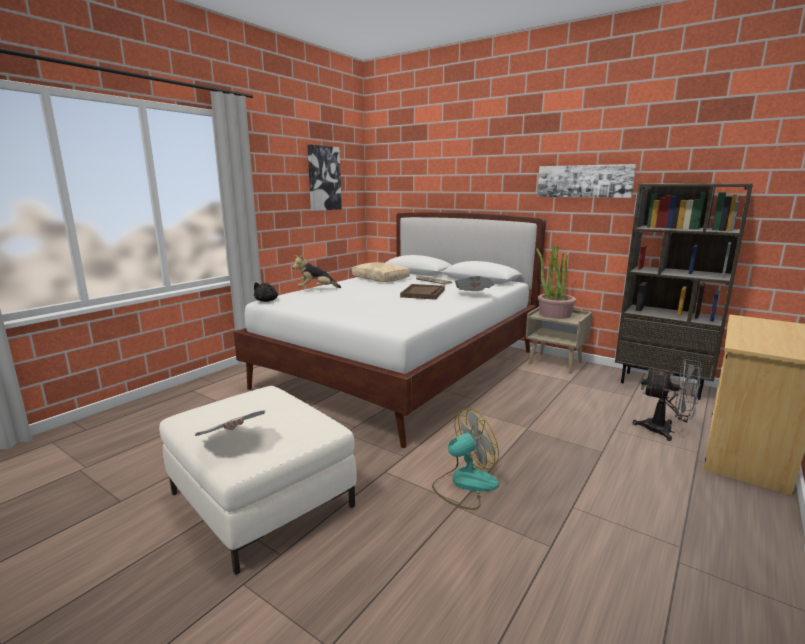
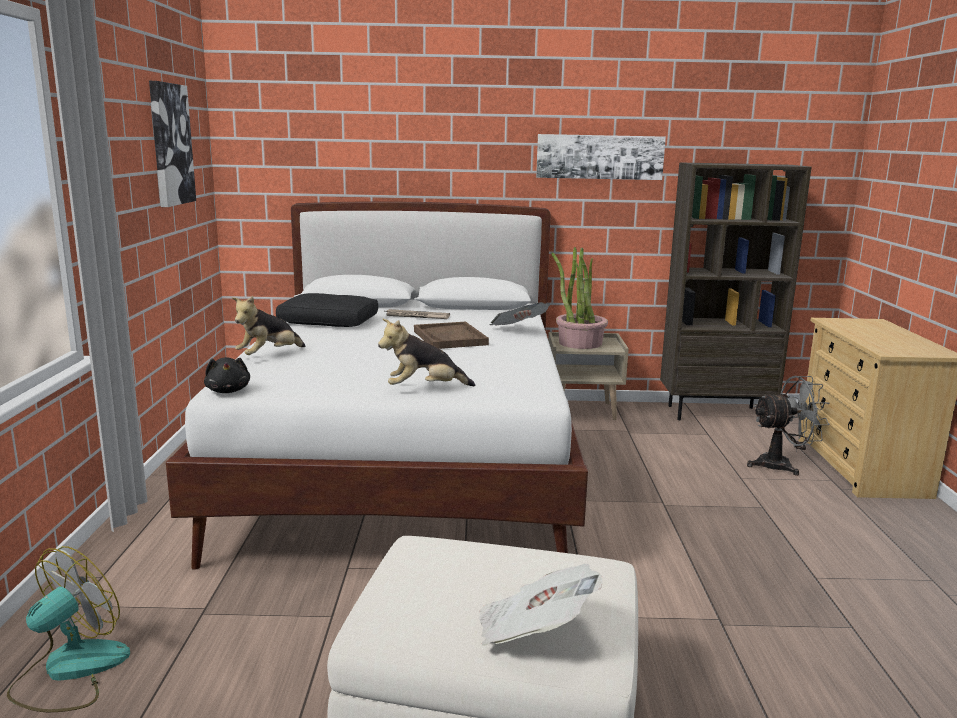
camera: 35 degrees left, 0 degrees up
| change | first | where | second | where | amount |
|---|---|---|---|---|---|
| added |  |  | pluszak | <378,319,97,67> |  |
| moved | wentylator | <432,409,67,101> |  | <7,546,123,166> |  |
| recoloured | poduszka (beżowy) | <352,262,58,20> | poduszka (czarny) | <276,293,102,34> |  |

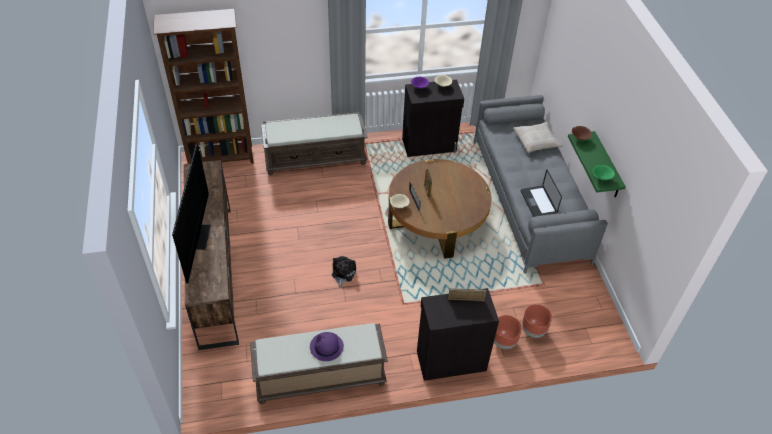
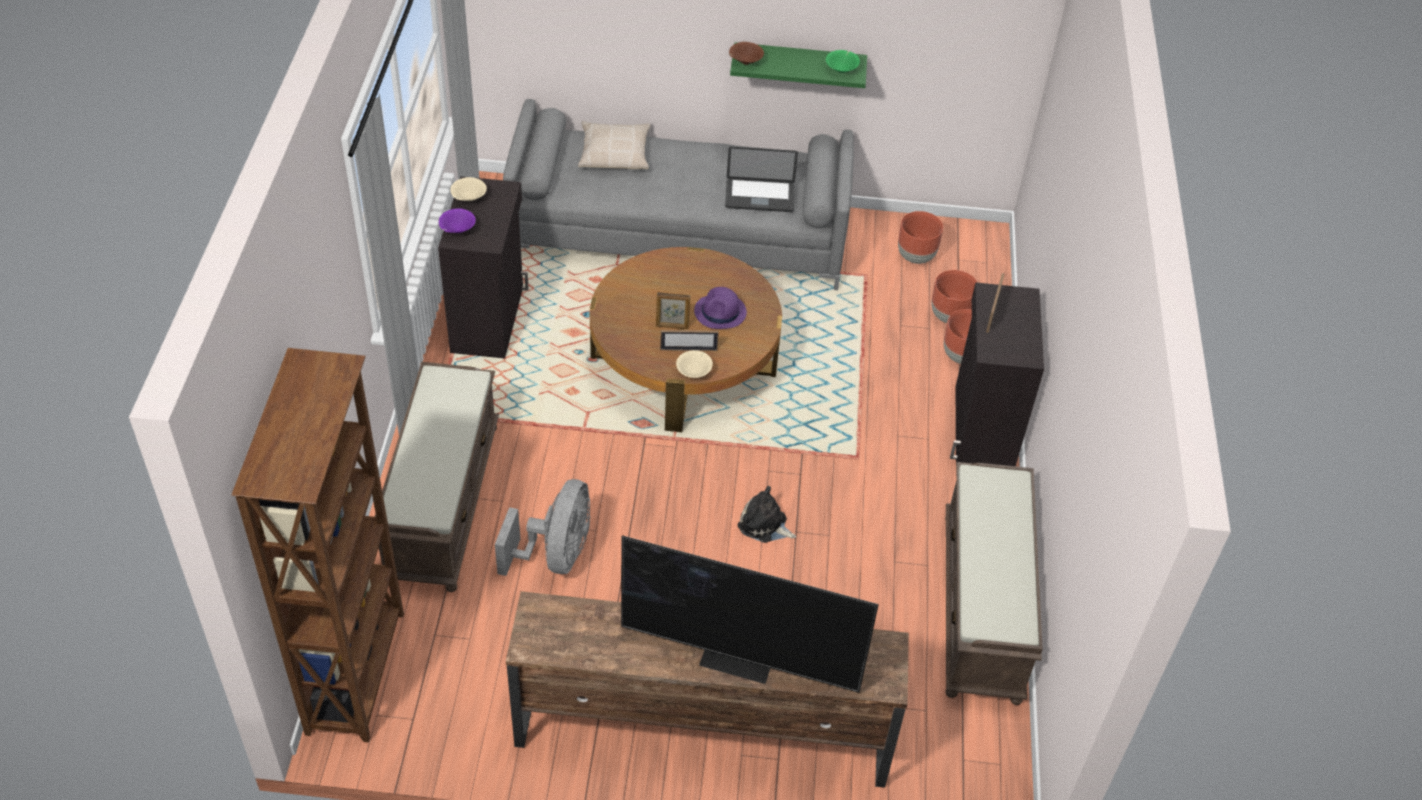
camera: 75 degrees left, 0 degrees up
| change | first | where | second | where | amount |
|---|---|---|---|---|---|
| added |  |  | wentylator (szary) | <495,479,95,97> |  |
| added |  |  | donica (brązowy) | <898,211,45,53> |  |
| moved | kapelusz (fioletowy) | <310,332,34,29> |  | <694,287,53,42> |  |

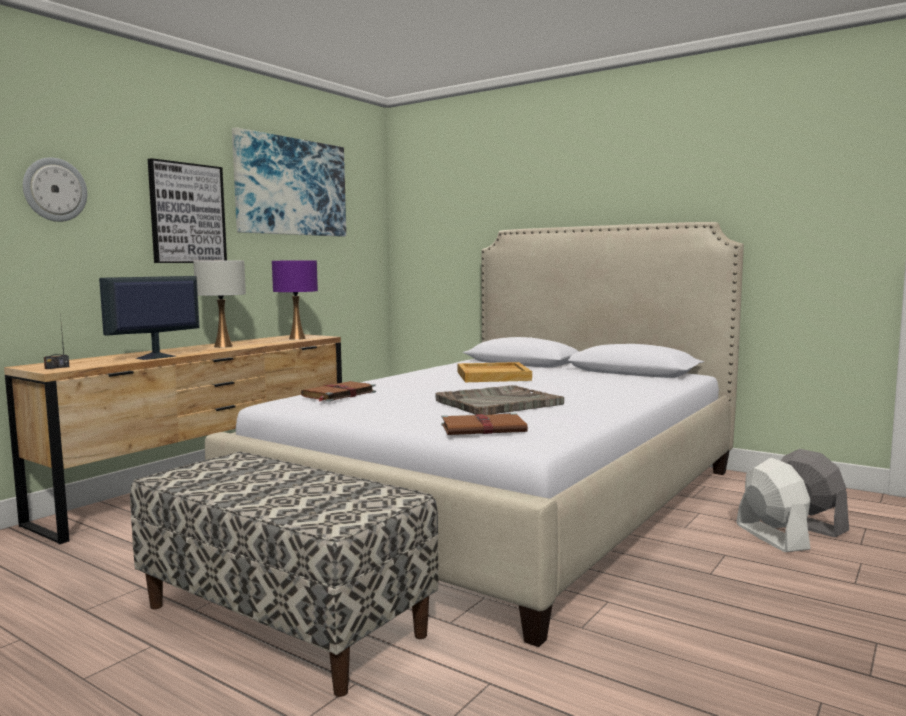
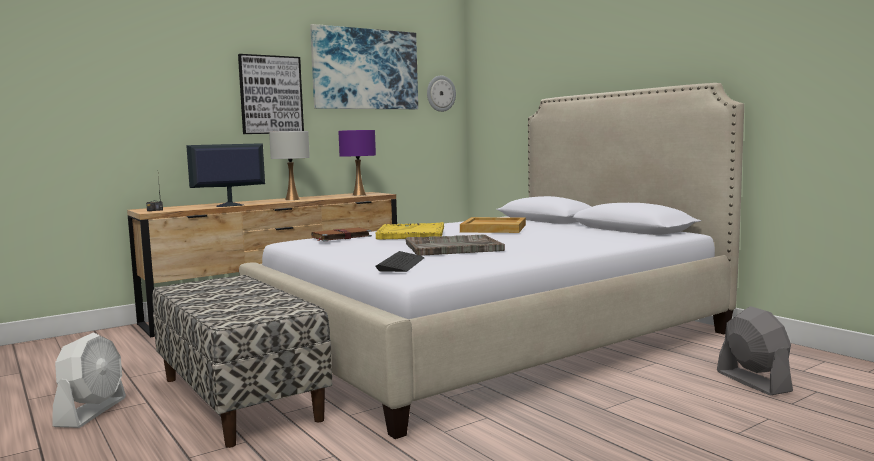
camera: 20 degrees right, 0 degrees up
| change | first | where | second | where | amount |
|---|---|---|---|---|---|
| added |  |  | taca (żółty) | <376,222,68,17> |  |
| moved | zegar ścienny | <23,157,64,65> |  | <427,76,29,36> |  |
| moved | wentylator (biały) | <736,458,75,94> |  | <52,332,74,96> |  |
| replaced | książka (brązowy) | <441,413,87,22> | klawiatura | <375,251,49,21> |  |

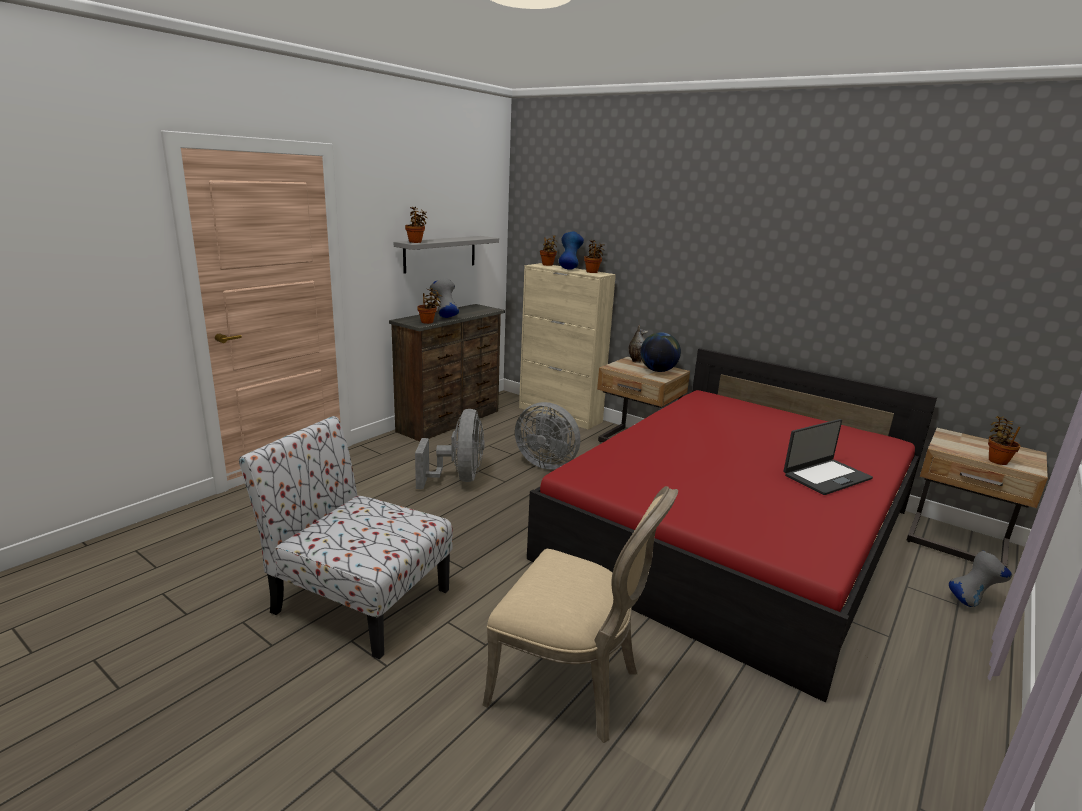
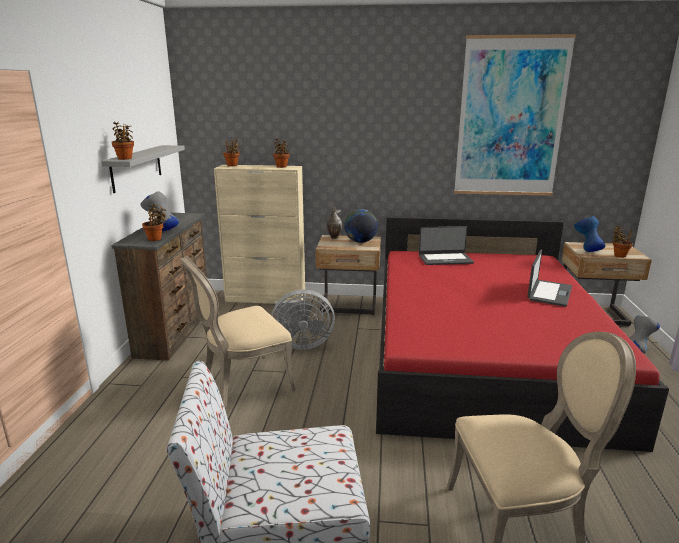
camera: 30 degrees left, 0 degrees up
| change | first | where | second | where | amount |
|---|---|---|---|---|---|
| added |  |  | laptop | <419,226,55,39> |  |
| added |  |  | obraz | <454,34,122,162> |  |
| moved | wazon (niebieski) | <559,231,25,39> |  | <574,216,31,36> |  |
| replaced | wentylator (szary) | <415,409,70,80> | krzesło (beżowy) | <180,256,115,151> |  |

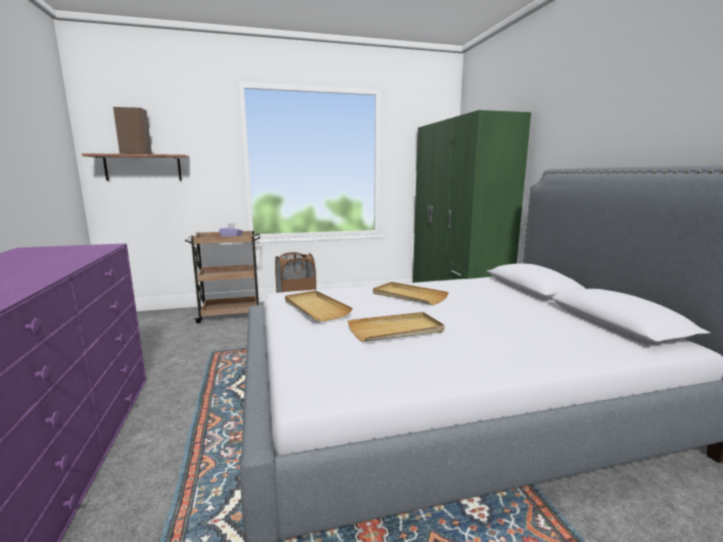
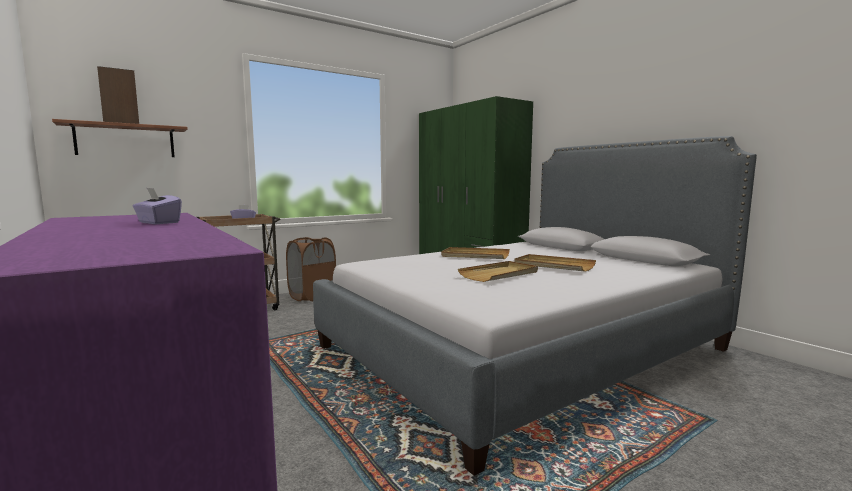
camera: 20 degrees left, 5 degrees down
| change | first | where | second | where | amount |
|---|---|---|---|---|---|
| added |  |  | pudełko chusteczek (fioletowy) | <133,187,49,38> |  |
| moved | taca (beżowy) | <285,291,68,30> |  | <514,254,82,18> |  |

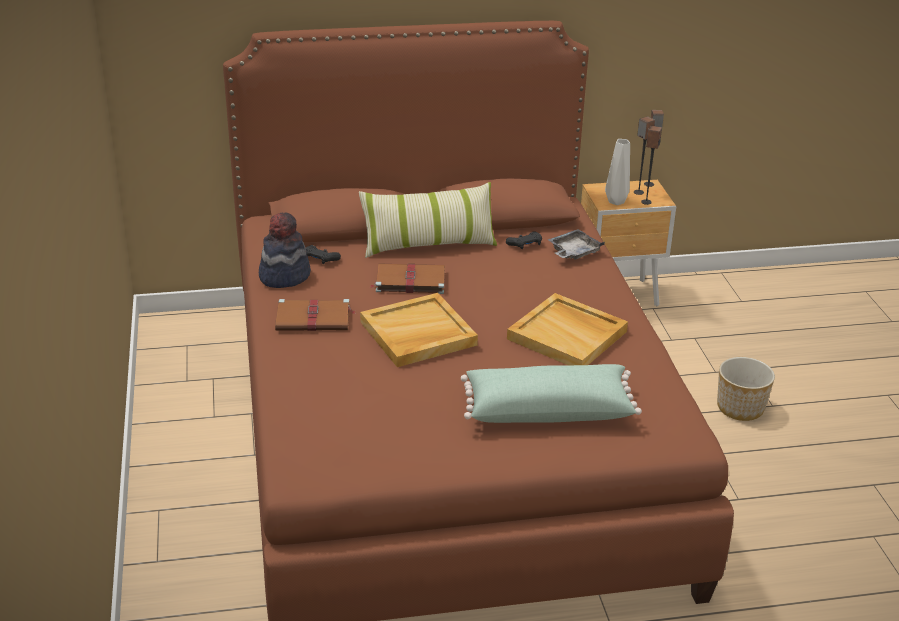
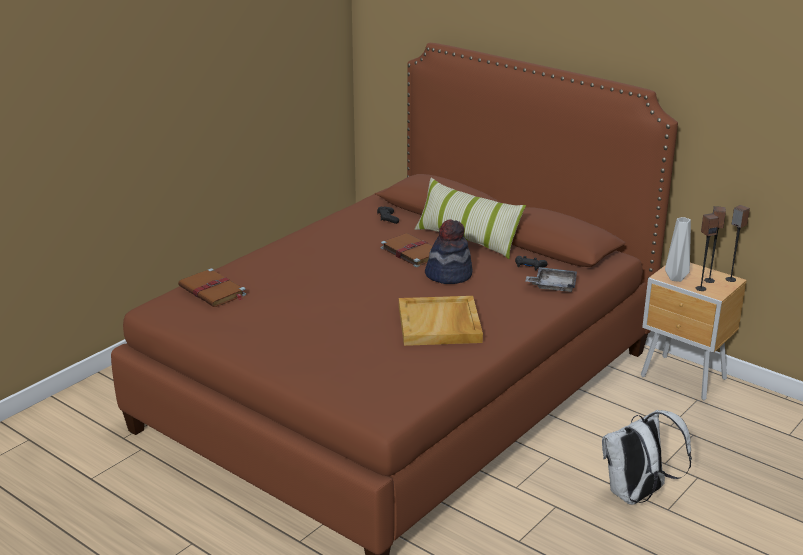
camera: 50 degrees right, 5 degrees down
| change | first | where | second | where | amount |
|---|---|---|---|---|---|
| removed | taca (beżowy) | <360,293,118,74> |  |  |  |
| removed | poduszka (zielony) | <461,364,181,59> |  |  |  |
| moved | kapelusz | <259,212,52,76> |  | <425,219,48,65> |  |
| moved | książka (brązowy) | <275,299,80,32> |  | <178,268,68,39> |  |
| replaced | donica | <717,357,58,64> | plecak (biały) | <602,410,90,95> |  |

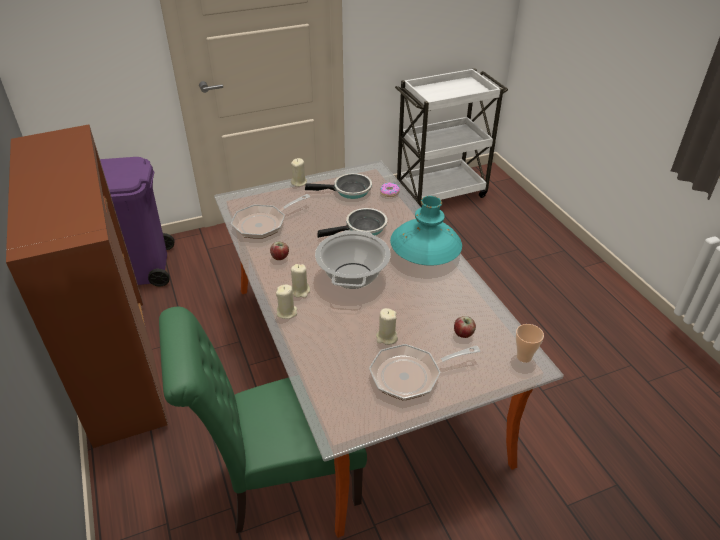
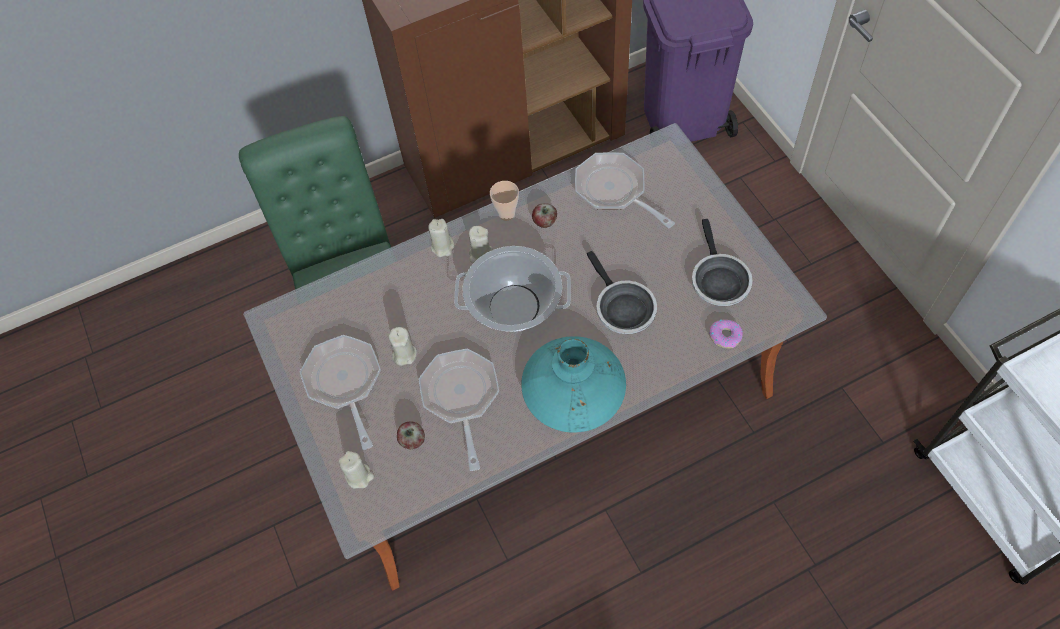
camera: 90 degrees right, 20 degrees up
| change | first | where | second | where | amount |
|---|---|---|---|---|---|
| added |  |  | patelnia | <419,348,80,123> |  |
| moved | świeca (beżowy) | <291,158,16,29> |  | <338,451,36,37> |  |
| moved | filiżanka | <516,324,28,39> |  | <490,181,29,40> |  |

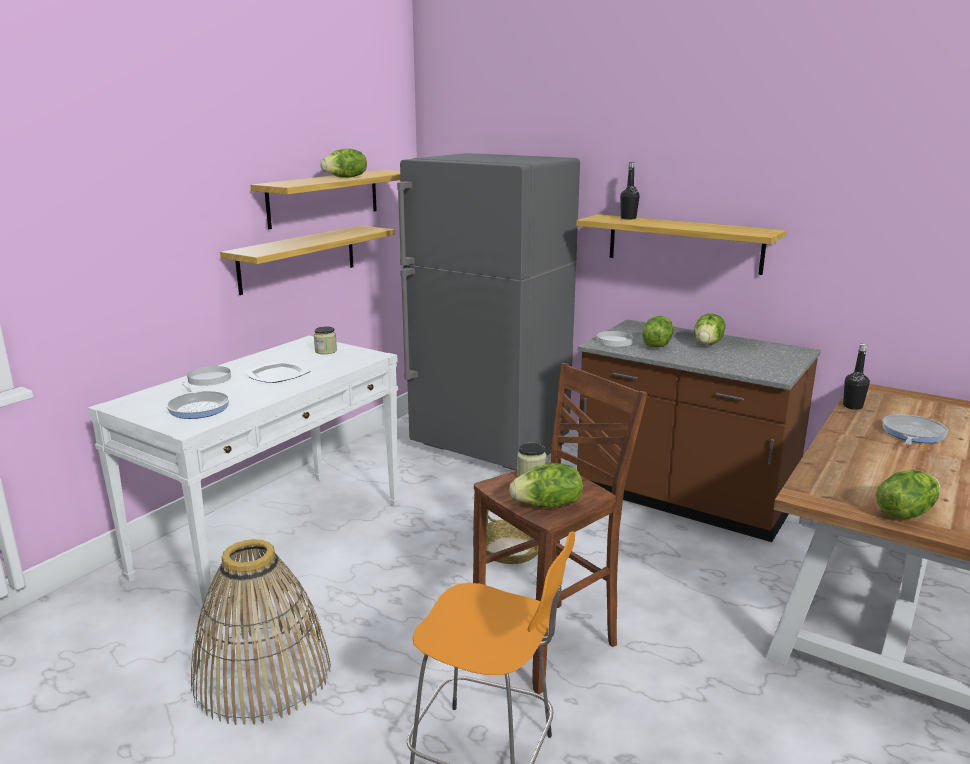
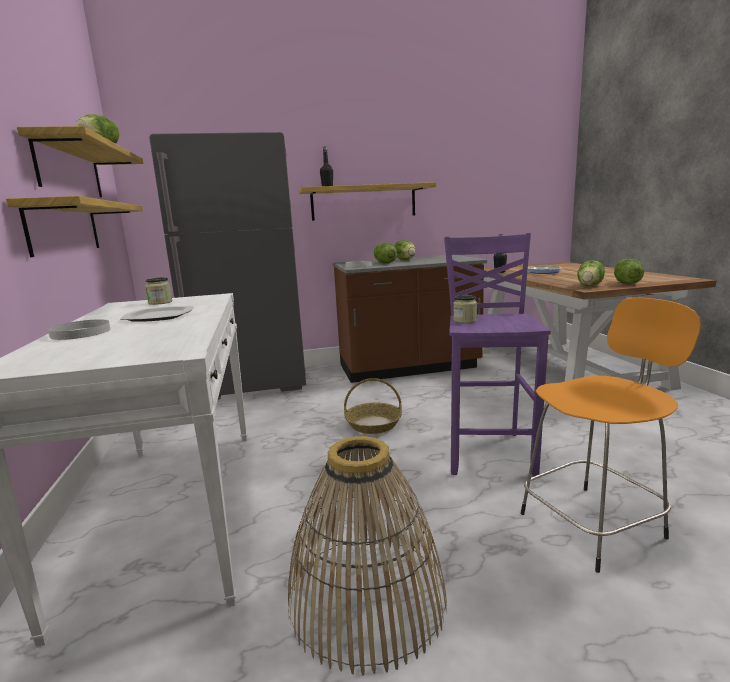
camera: 45 degrees left, 5 degrees down
| change | first | where | second | where | amount |
|---|---|---|---|---|---|
| removed | patelnia | <166,382,64,37> |  |  |  |
| moved | sałata | <509,463,74,45> |  | <577,260,28,26> |  |
| recoloured | stołek (brązowy) | <473,363,174,331> | stołek (fioletowy) | <444,233,107,243> |  |

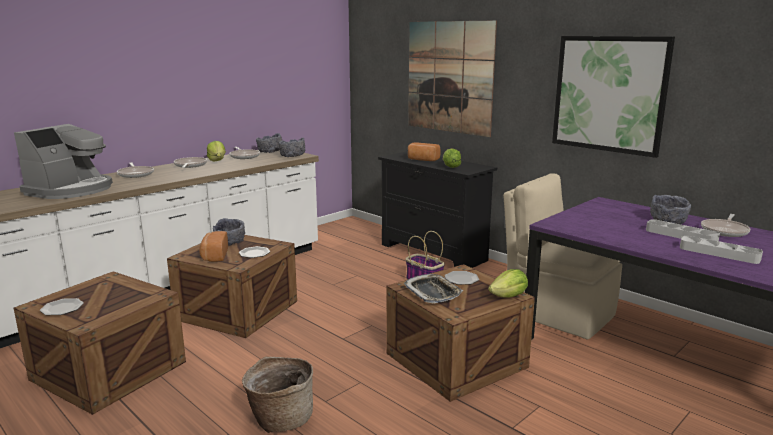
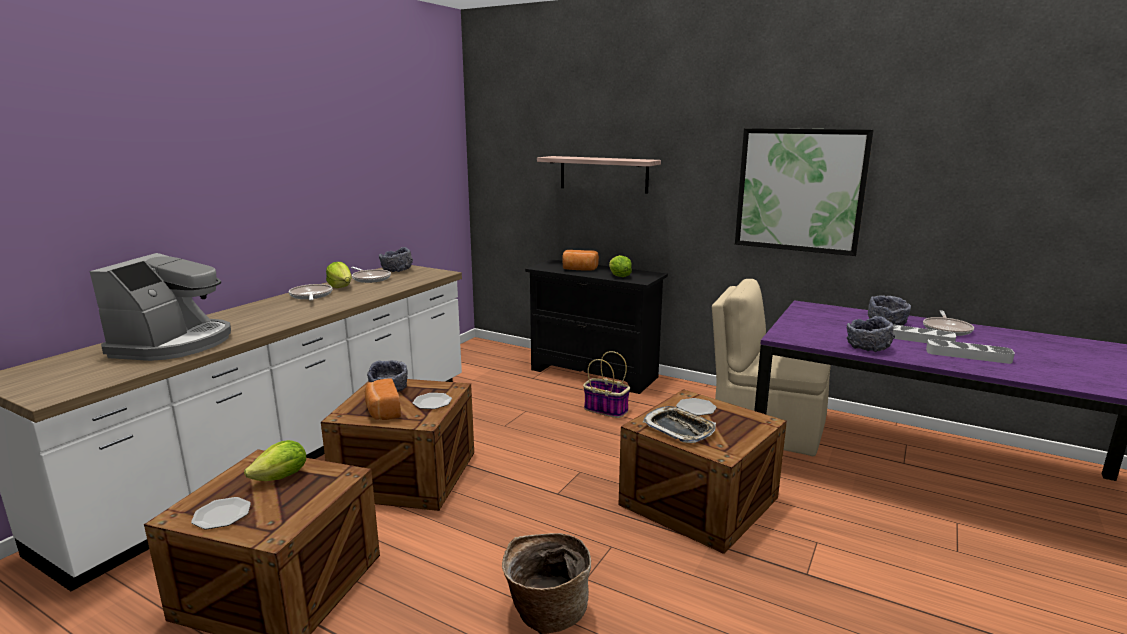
camera: 15 degrees left, 0 degrees up
| change | first | where | second | where | amount |
|---|---|---|---|---|---|
| removed | patelnia | <117,162,37,16> |  |  |  |
| moved | miska (szary) | <279,138,26,19> |  | <846,316,49,36> |  |
| moved | sałata | <488,269,40,29> |  | <244,440,62,41> |  |
| replaced | obraz | <408,21,89,116> | półka | <537,156,124,38> |  |

